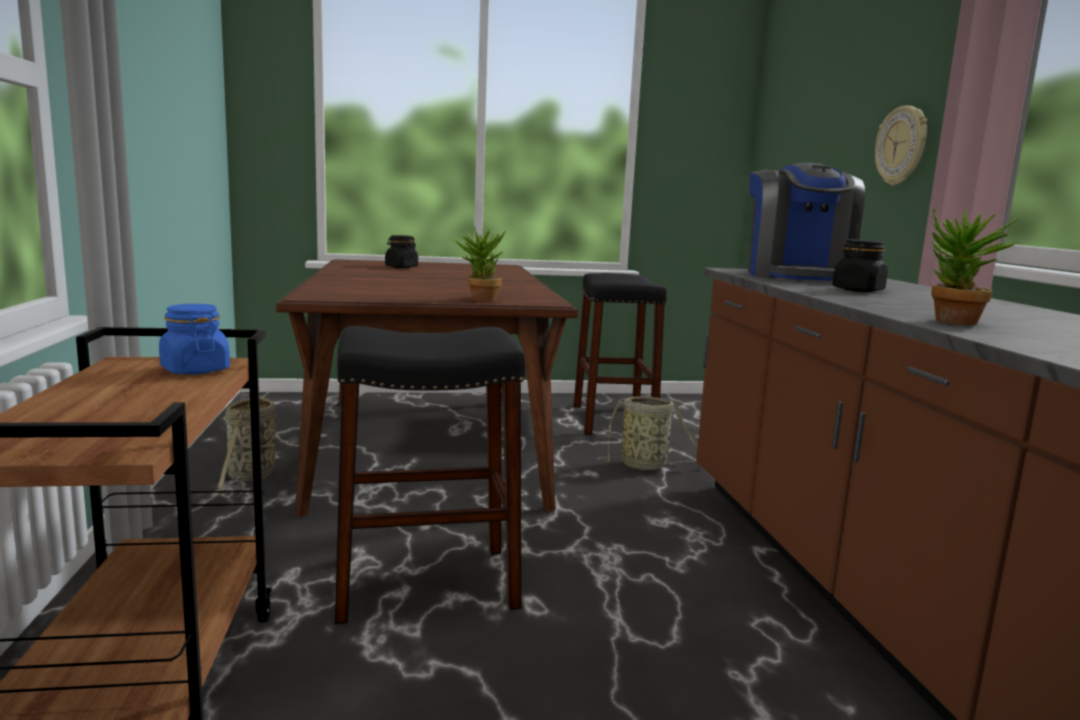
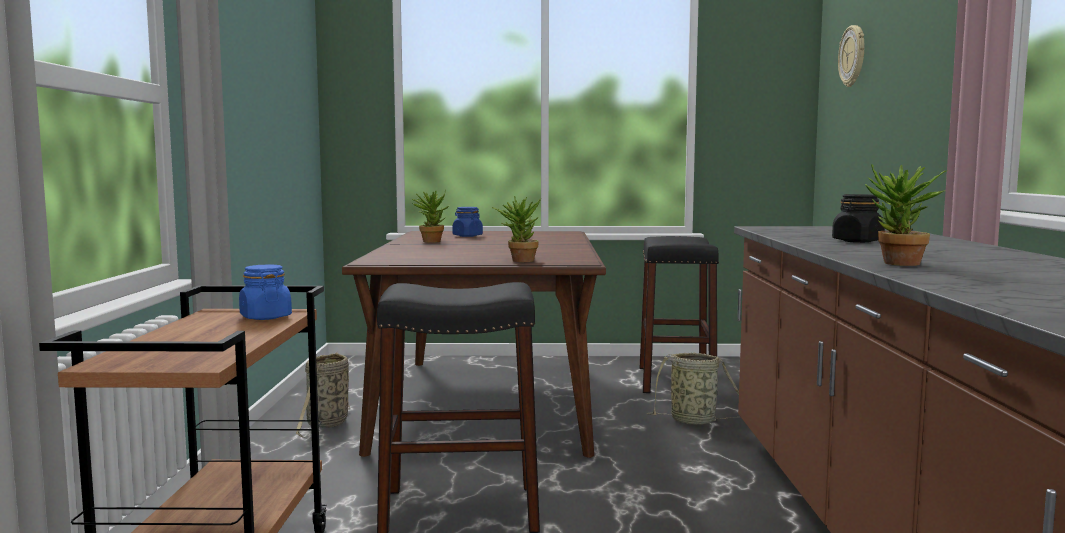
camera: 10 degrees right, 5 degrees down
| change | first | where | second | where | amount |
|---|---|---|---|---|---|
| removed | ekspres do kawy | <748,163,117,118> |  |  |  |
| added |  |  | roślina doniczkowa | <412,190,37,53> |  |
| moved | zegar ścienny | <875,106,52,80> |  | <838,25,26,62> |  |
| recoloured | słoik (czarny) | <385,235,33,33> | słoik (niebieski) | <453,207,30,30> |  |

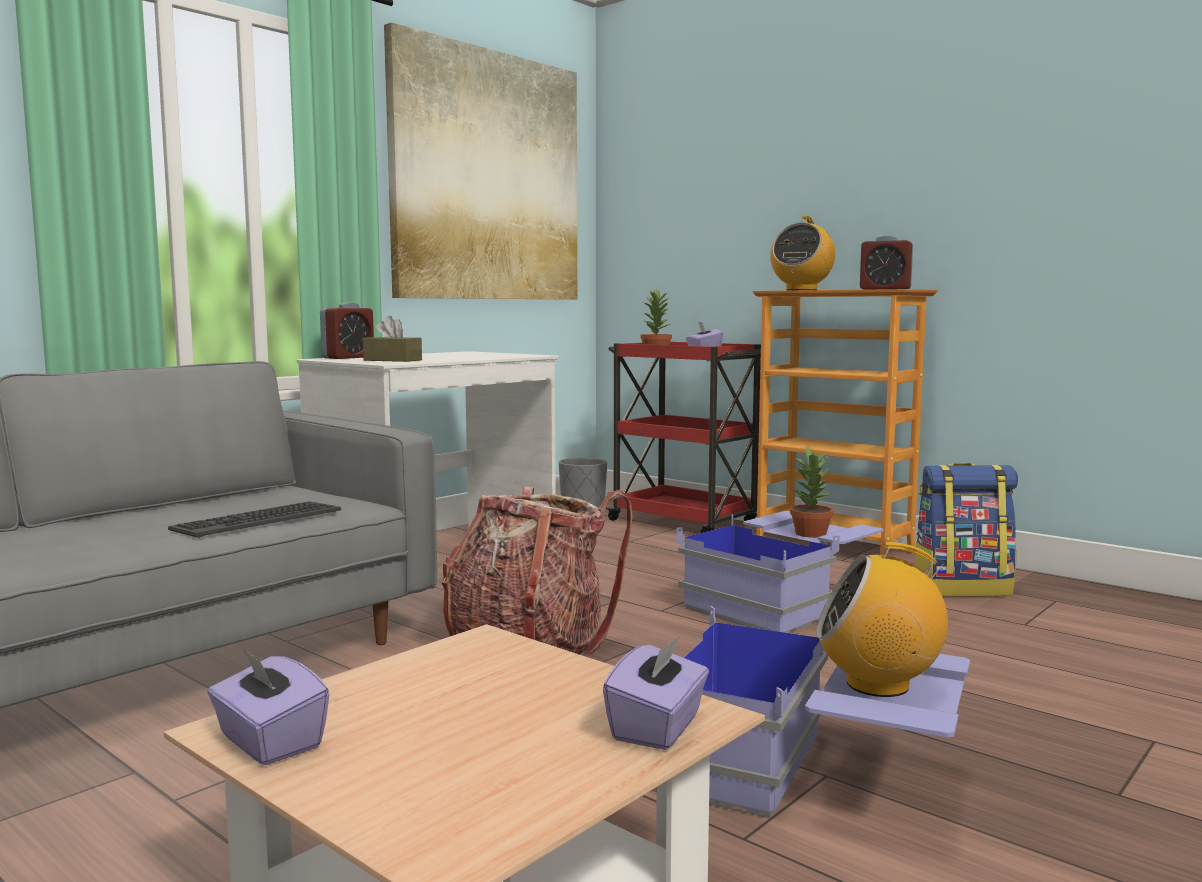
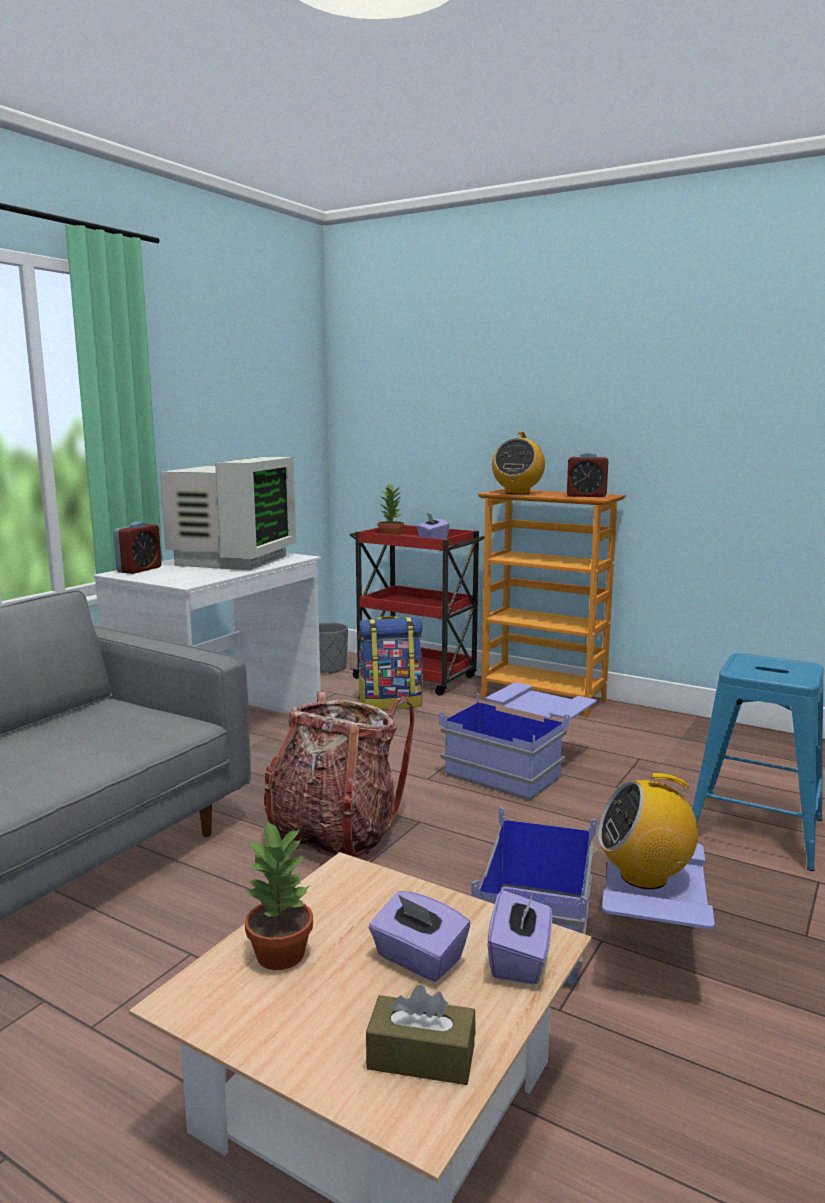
camera: 10 degrees left, 5 degrees up
| change | first | where | second | where | amount |
|---|---|---|---|---|---|
| removed | klawiatura | <168,501,173,37> |  |  |  |
| removed | obraz | <384,22,193,278> |  |  |  |
| added |  |  | monitor | <160,457,136,113> |  |
| added |  |  | stołek (niebieski) | <692,653,132,218> |  |
| moved | pudełko chusteczek (fioletowy) | <207,648,123,117> |  | <369,891,101,91> |  |
| moved | pudełko chusteczek (brązowy) | <363,316,59,46> |  | <366,985,110,100> |  |
| moved | roślina doniczkowa | <790,446,43,92> |  | <245,821,68,149> |  |
| moved | plecak | <915,463,103,134> |  | <358,616,65,94> |  |

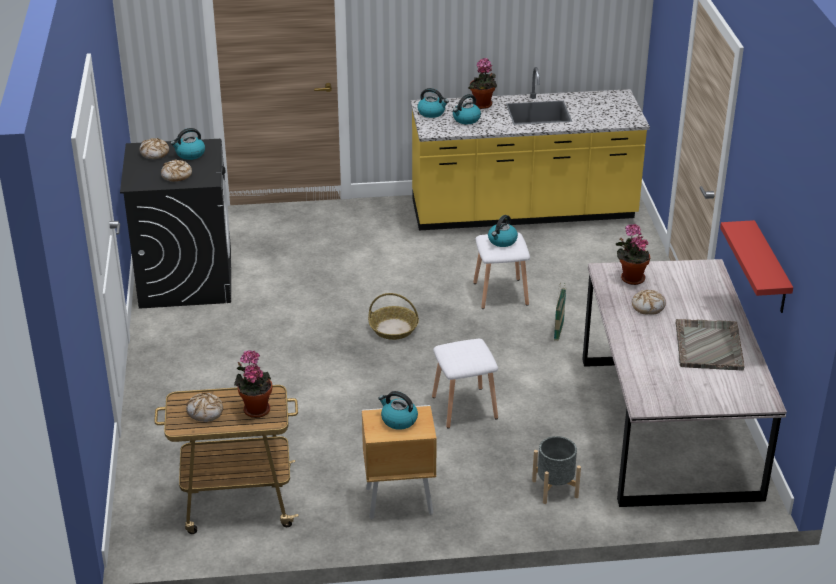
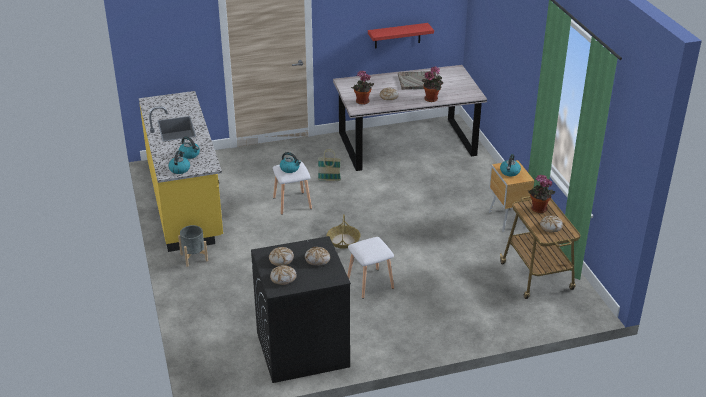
camera: 100 degrees left, 0 degrees up
| change | first | where | second | where | amount |
|---|---|---|---|---|---|
| moved | stołek (biały) | <432,339,66,90> |  | <347,237,47,62> |  |
| moved | roślina doniczkowa | <468,58,29,51> |  | <422,66,21,36> |  |
| moved | donica (szary) | <532,436,49,68> |  | <178,225,30,42> |  |
| replaced | czajnik | <170,128,35,32> | chleb | <269,247,25,19> |  |

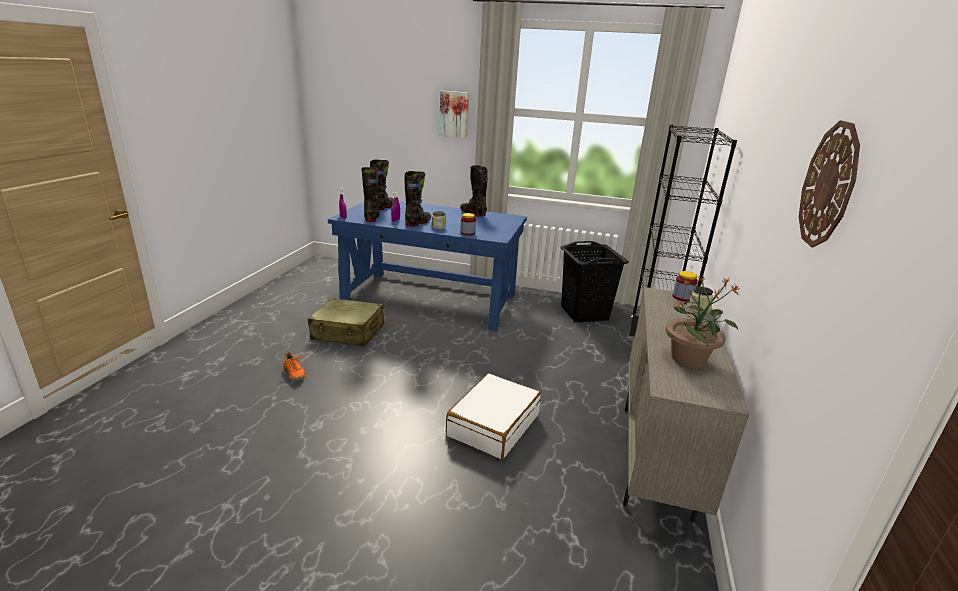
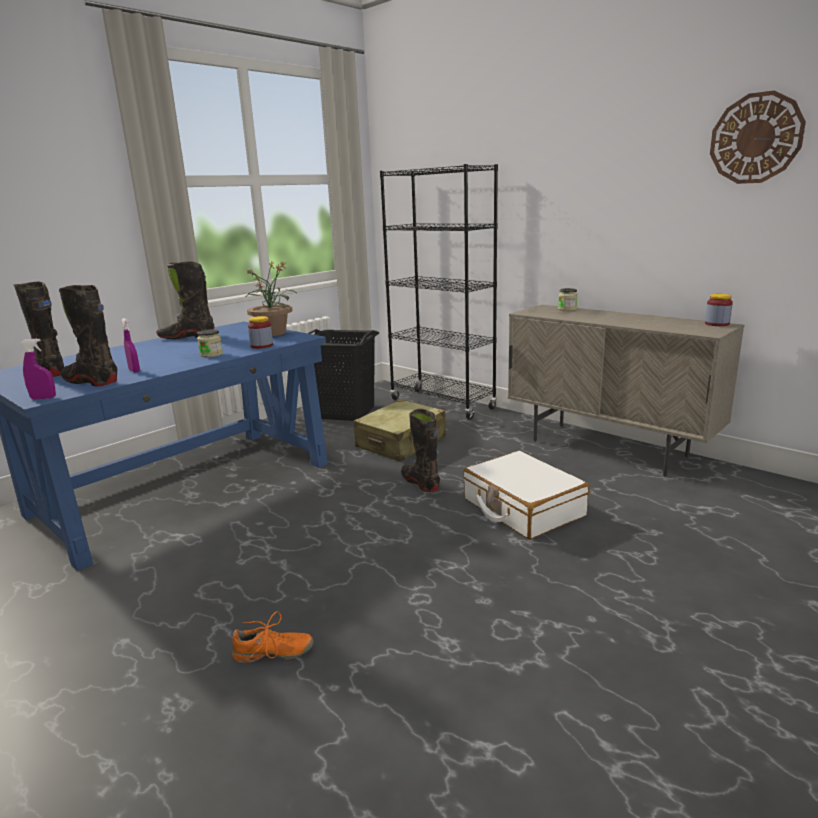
camera: 60 degrees left, 5 degrees down
| change | first | where | second | where | amount |
|---|---|---|---|---|---|
| removed | obraz | <439,91,30,47> |  |  |  |
| moved | walizka (beżowy) | <308,298,76,48> |  | <353,399,93,63> |  |
| moved | but z cholewką (czarny) | <404,171,27,56> |  | <401,409,39,83> |  |
| moved | roślina doniczkowa | <665,276,75,92> |  | <245,262,52,74> |  |
| moved | słoik | <673,271,25,31> |  | <705,294,28,32> |  |

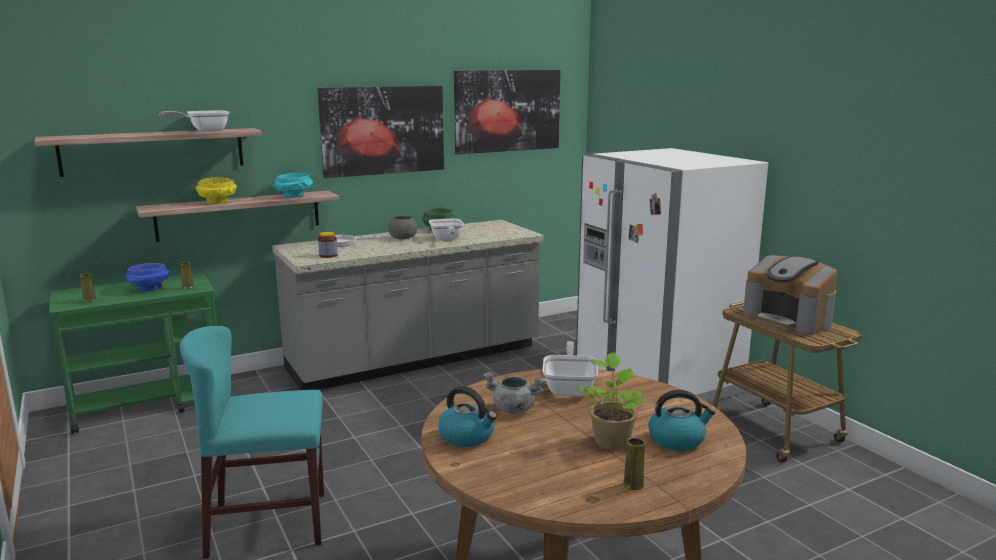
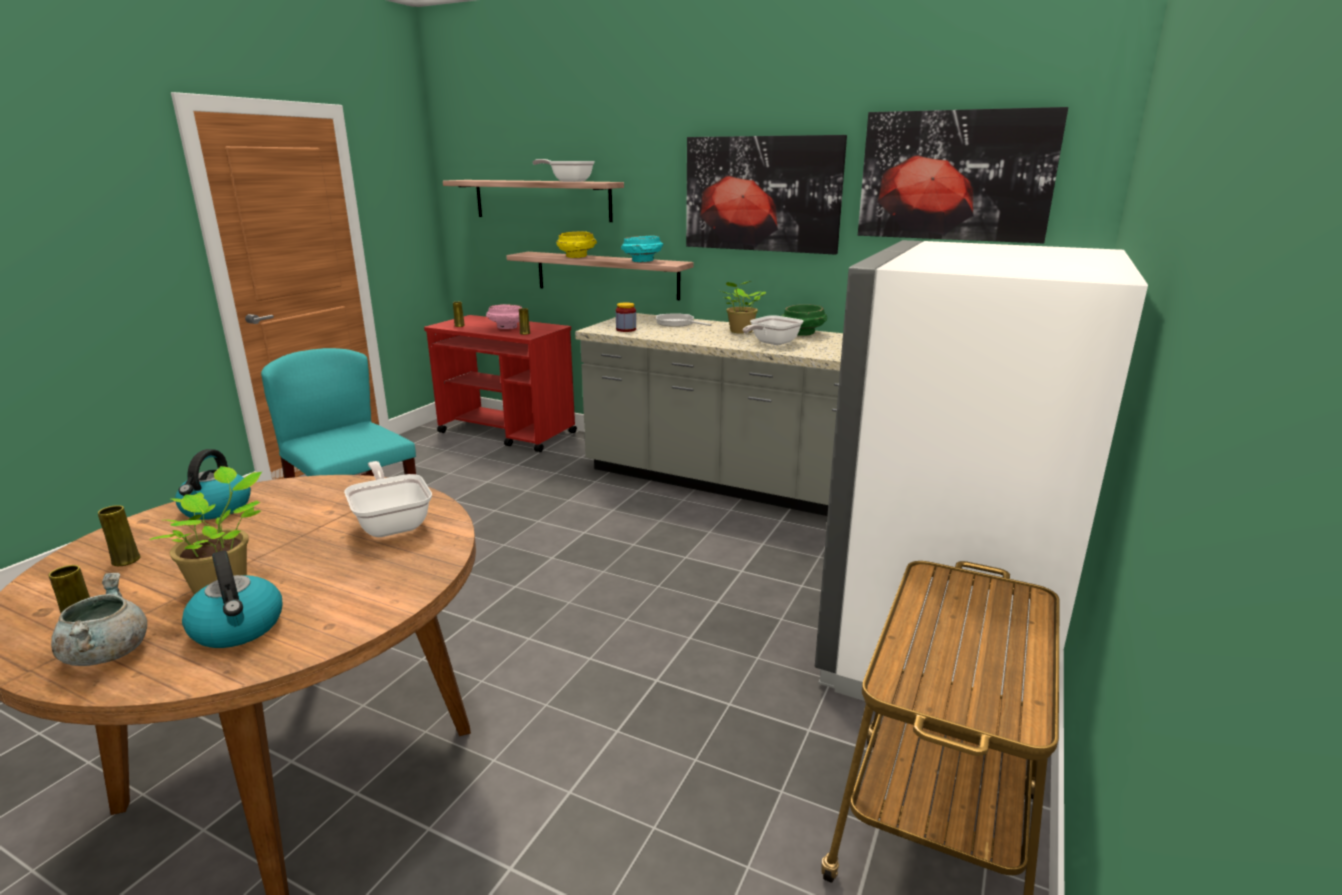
camera: 55 degrees right, 5 degrees up
| change | first | where | second | where | amount |
|---|---|---|---|---|---|
| removed | ekspres do kawy | <743,255,94,80> |  |  |  |
| added |  |  | wazon (żółty) | <98,505,43,61> |  |
| moved | garnek (szary) | <483,372,63,42> |  | <51,573,96,93> |  |
| replaced | miska (szary) | <388,216,29,23> | roślina doniczkowa | <721,281,45,53> |  |
| recoloured | wózek (zielony) | <49,273,168,161> | wózek (czerwony) | <424,315,153,137> |  |
| recoloured | miska (niebieski) | <125,263,45,28> | miska (różowy) | <486,304,36,25> |  |
| turned | patelnia | <542,342,56,54> |  | <344,461,88,76> | 90 degrees counterclockwise |

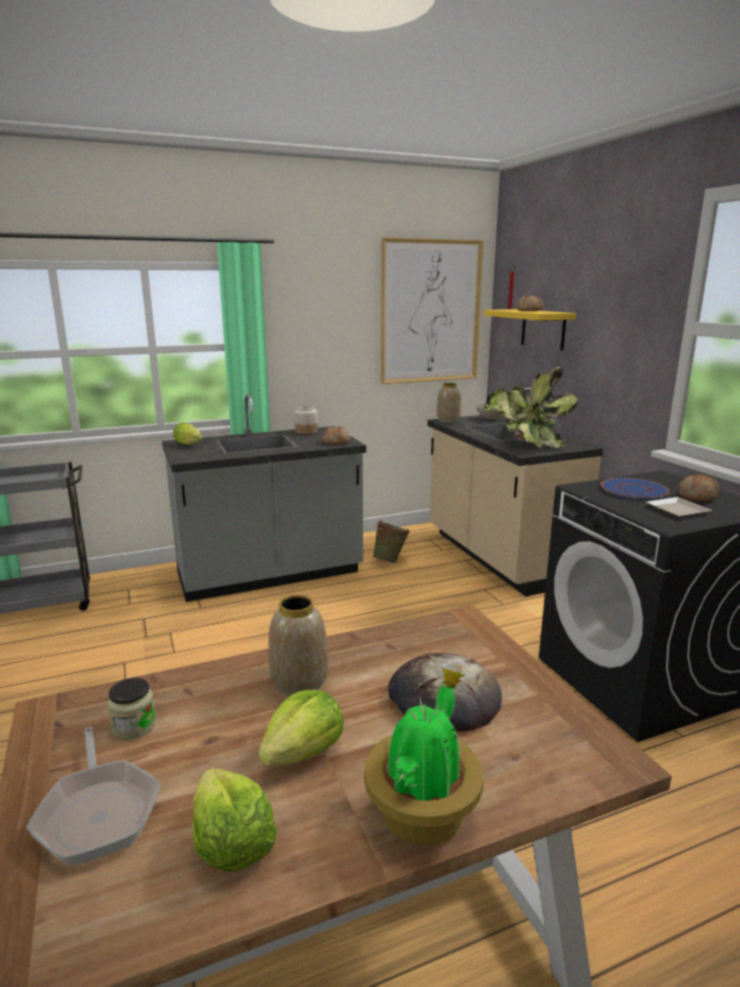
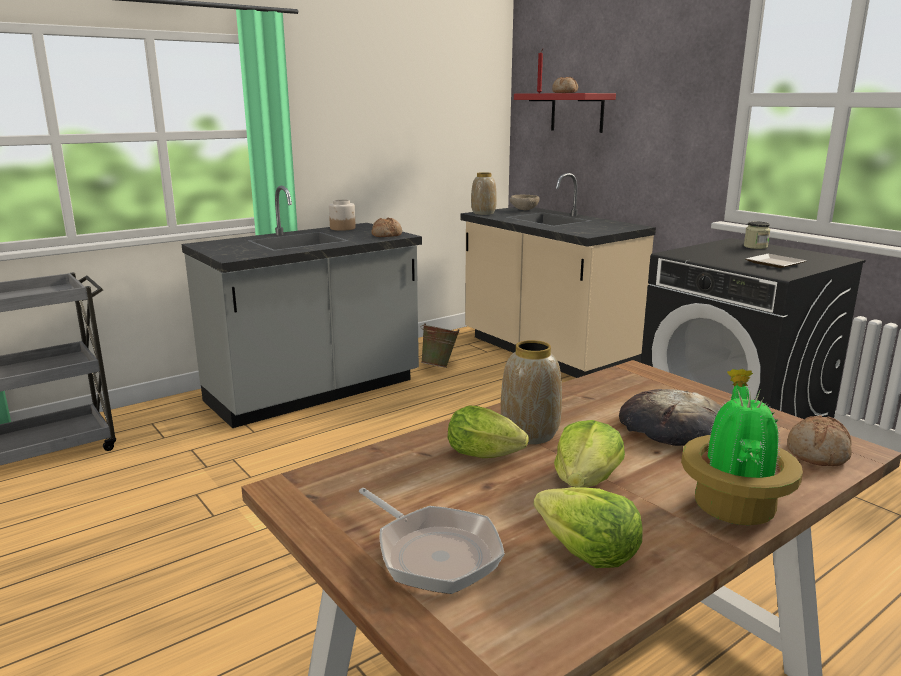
camera: 15 degrees left, 0 degrees up
| change | first | where | second | where | amount |
|---|---|---|---|---|---|
| removed | obraz | <381,238,103,146> |  |  |  |
| removed | roślina doniczkowa | <483,367,95,82> |  |  |  |
| removed | talerz (niebieski) | <600,478,70,22> |  |  |  |
| moved | słoik | <108,678,48,62> |  | <744,221,26,28> |  |
| moved | sałata | <173,422,29,23> |  | <448,406,81,52> |  |
| moved | chleb | <678,474,41,28> |  | <787,415,65,51> |  |
| recoloured | półka (żółty) | <483,309,93,42> | półka (czerwony) | <514,93,102,40> |  |

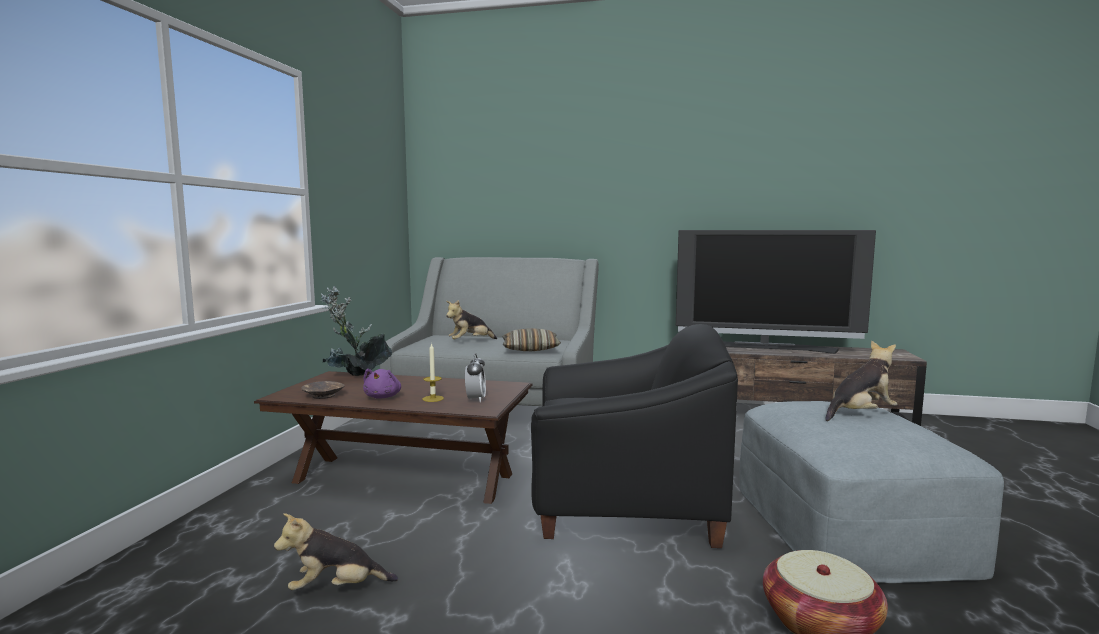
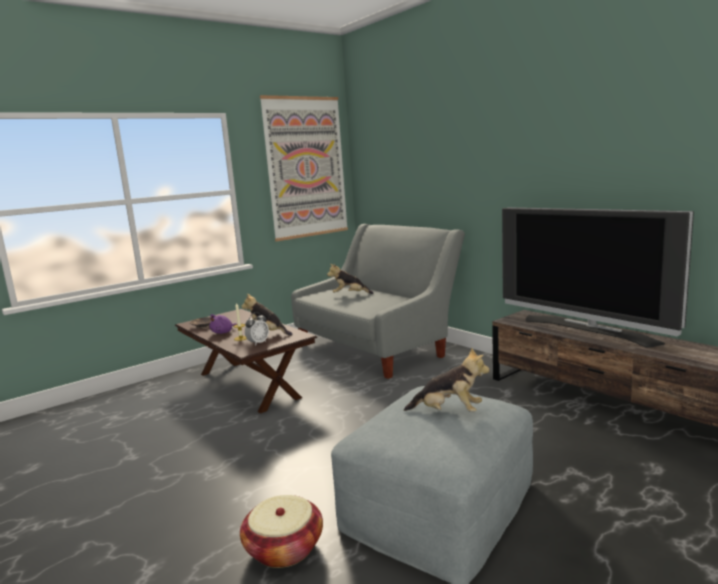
camera: 40 degrees right, 5 degrees up
| change | first | where | second | where | amount |
|---|---|---|---|---|---|
| removed | roślina doniczkowa | <321,286,71,90> |  |  |  |
| removed | poduszka | <502,328,59,23> |  |  |  |
| removed | fotel (czarny) | <531,324,207,224> |  |  |  |
| added |  |  | obraz | <260,95,88,147> |  |
| moved | pluszak | <274,513,124,77> |  | <241,294,52,42> |  |

